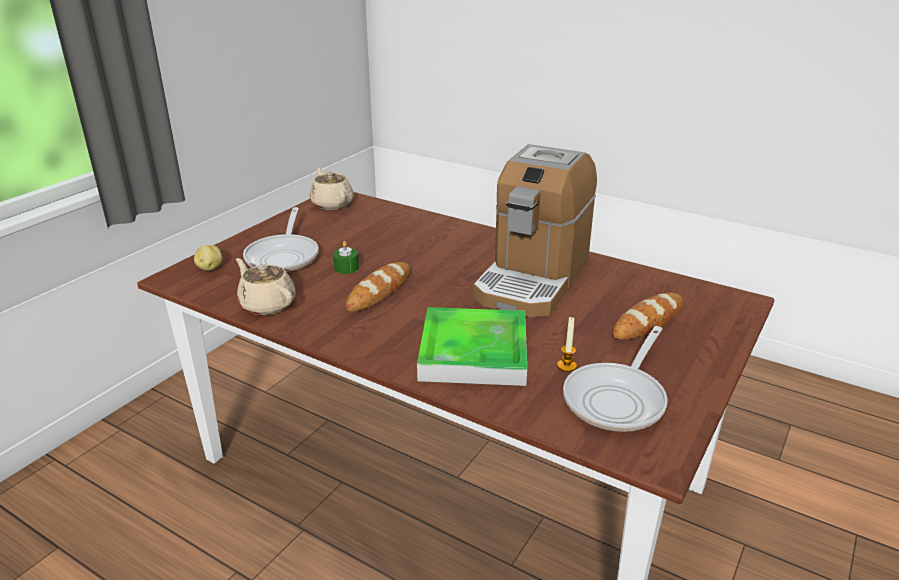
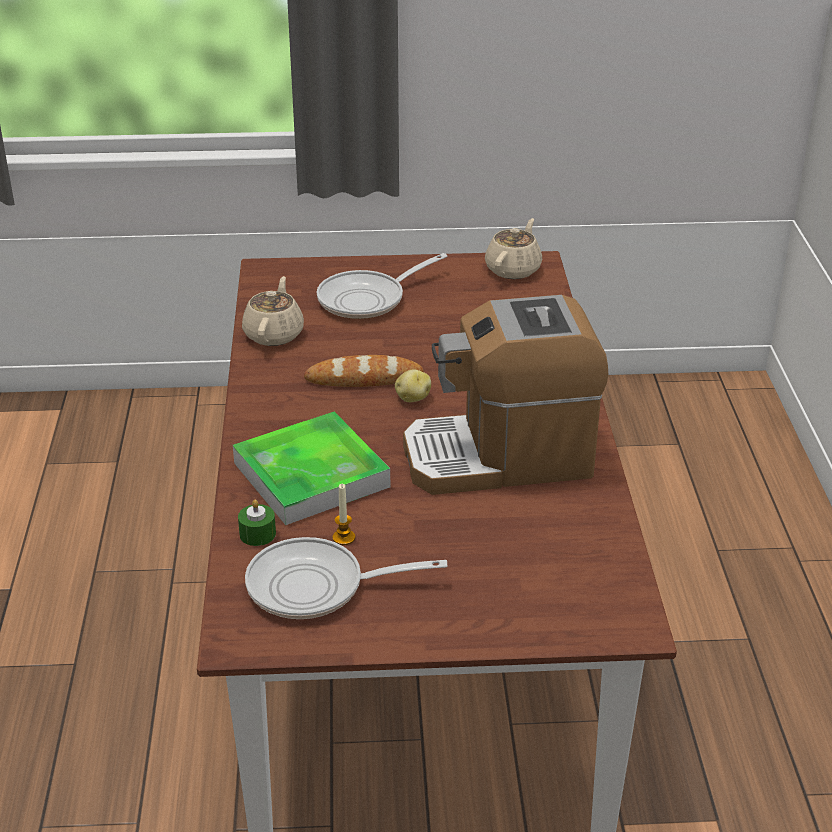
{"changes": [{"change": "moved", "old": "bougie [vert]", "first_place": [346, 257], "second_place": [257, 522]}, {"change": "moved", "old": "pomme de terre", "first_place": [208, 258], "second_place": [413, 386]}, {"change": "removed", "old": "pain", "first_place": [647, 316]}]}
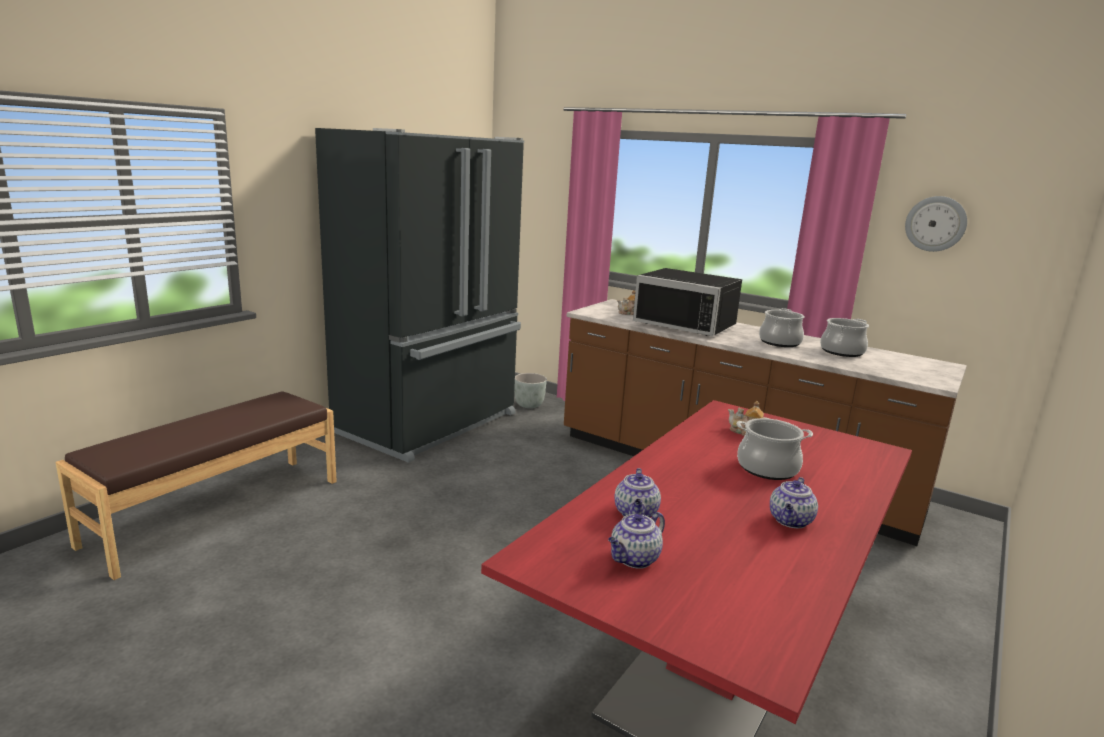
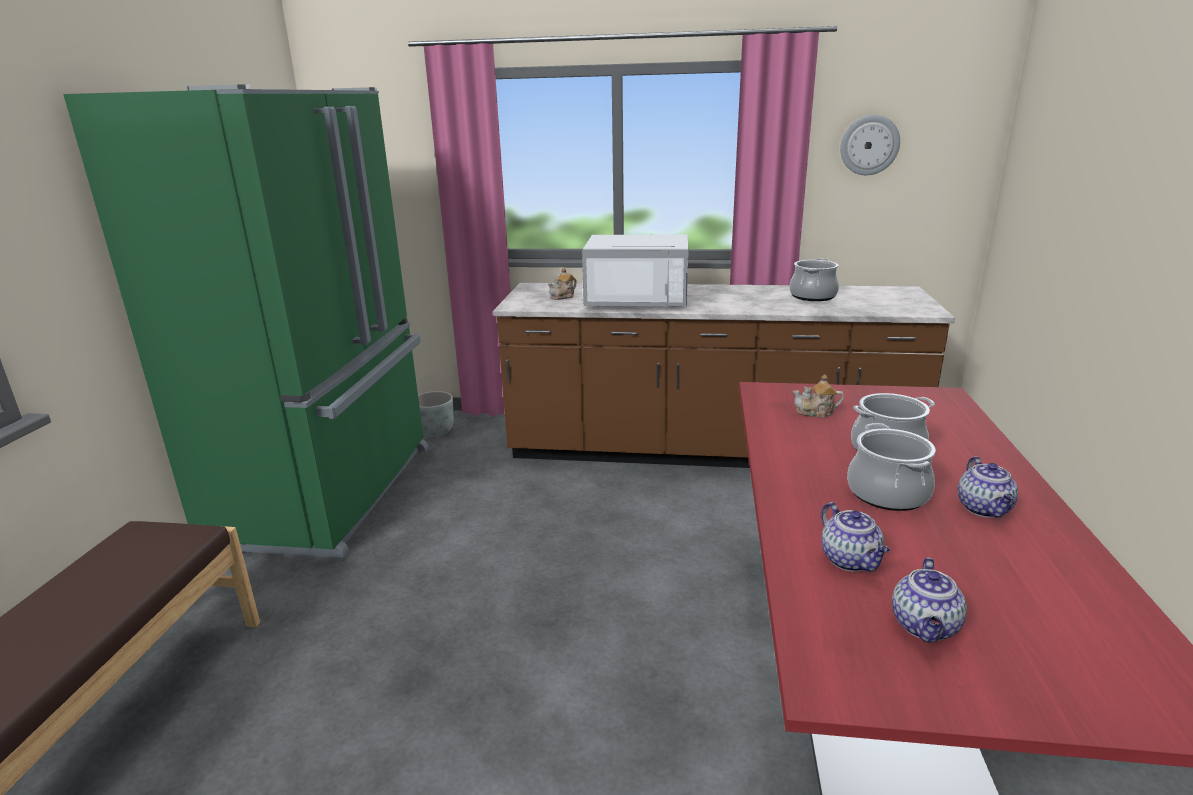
{"changes": [{"change": "recoloured", "old": "réfrigérateur [noir]", "new": "réfrigérateur [vert]", "first_place": [419, 295], "second_place": [245, 321]}, {"change": "recoloured", "old": "micro-ondes [noir]", "new": "micro-ondes [blanc]", "first_place": [687, 302], "second_place": [635, 271]}, {"change": "moved", "old": "marmite", "first_place": [782, 327], "second_place": [891, 467]}]}
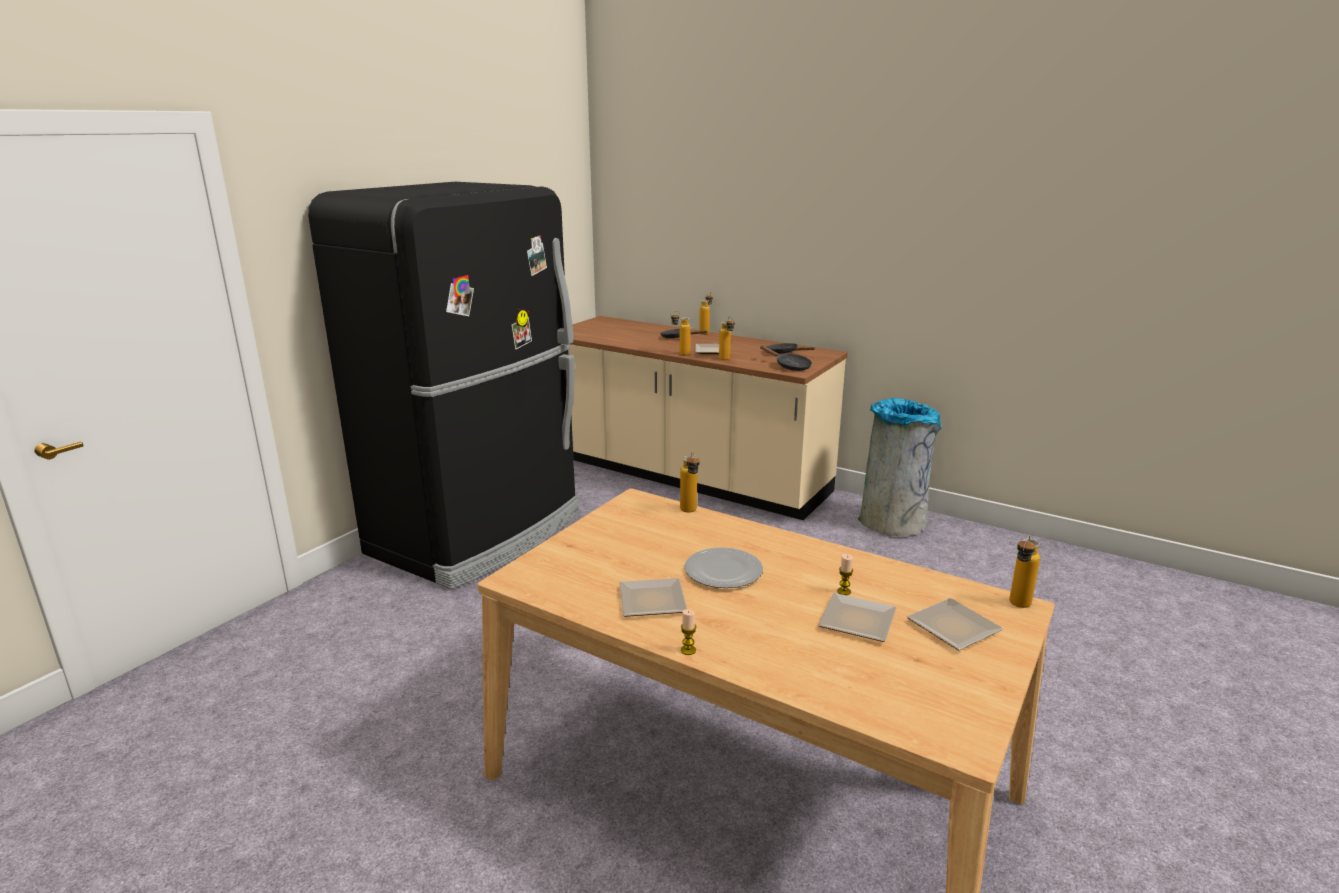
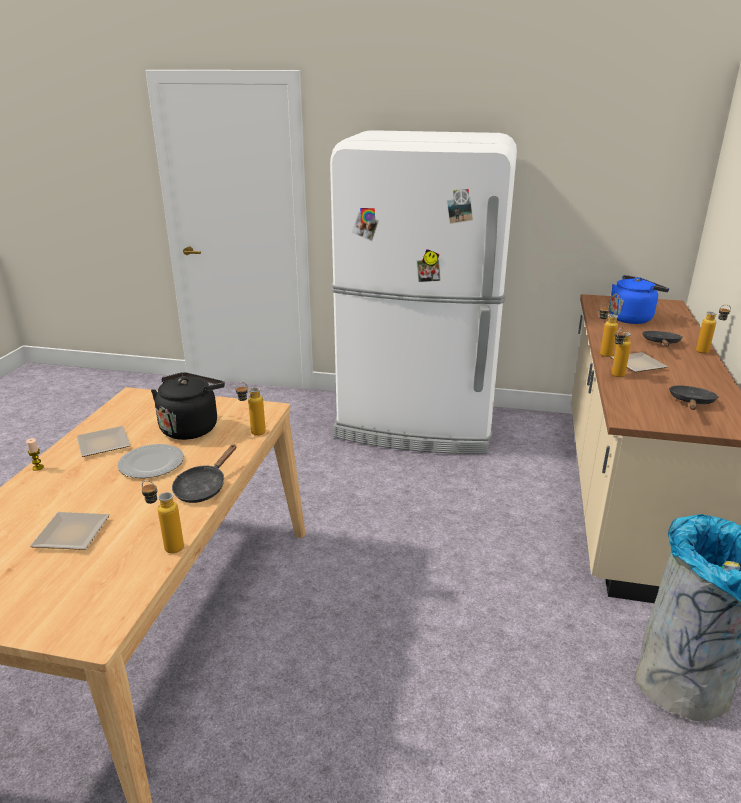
{"changes": [{"change": "recoloured", "old": "réfrigérateur [noir]", "new": "réfrigérateur [blanc]", "first_place": [443, 385], "second_place": [423, 292]}, {"change": "moved", "old": "poêle [noir]", "first_place": [786, 358], "second_place": [204, 473]}, {"change": "moved", "old": "bouteille", "first_place": [1024, 571], "second_place": [163, 517]}, {"change": "removed", "old": "bougie", "first_place": [845, 574]}, {"change": "removed", "old": "assiette", "first_place": [955, 624]}, {"change": "added", "new": "bouilloire [bleu]", "second_place": [639, 299]}, {"change": "added", "new": "bouilloire [noir]", "second_place": [188, 406]}]}
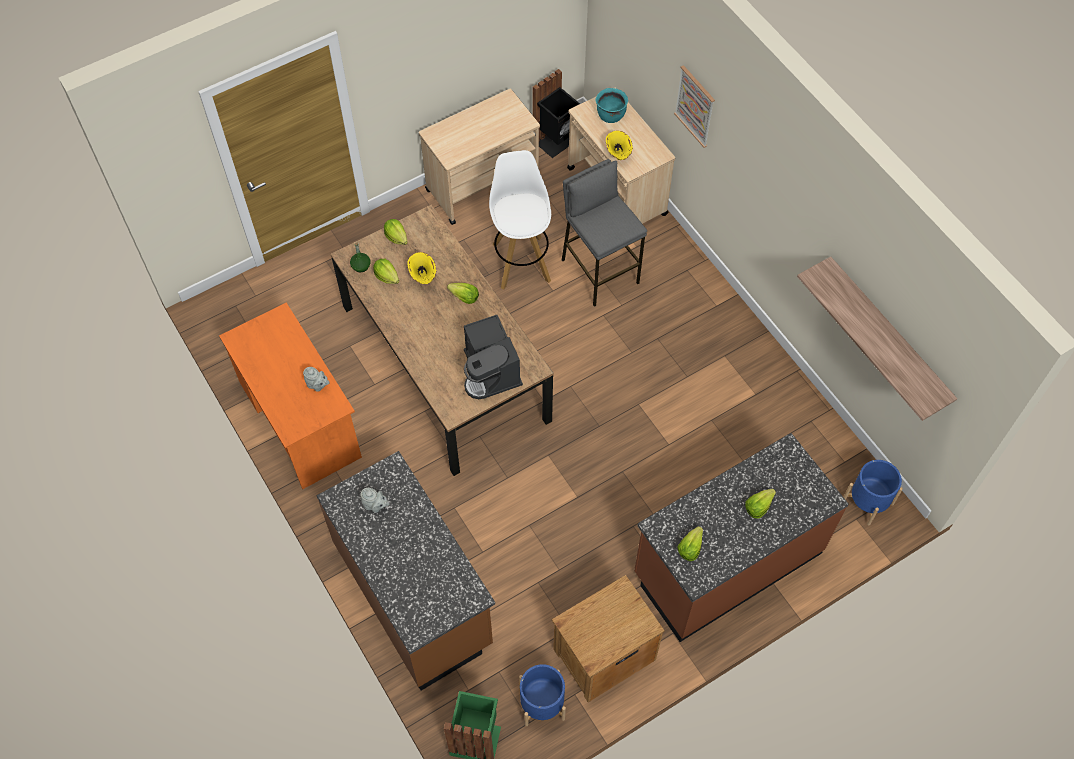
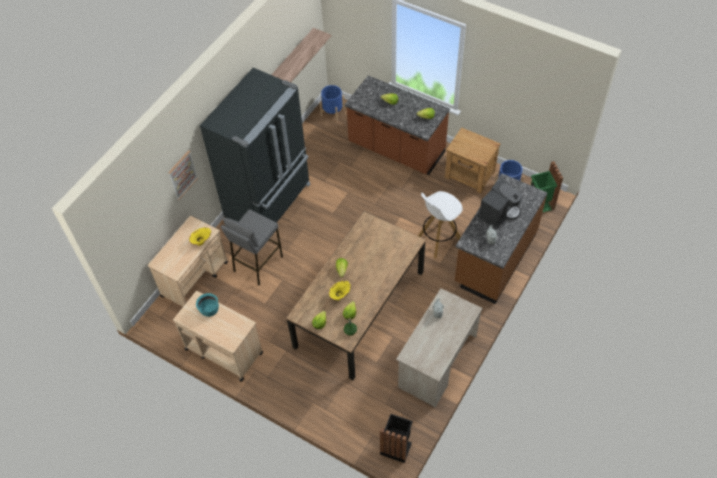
{"changes": [{"change": "moved", "old": "poubelle [noir]", "first_place": [556, 113], "second_place": [396, 438]}, {"change": "moved", "old": "marmite [turquoise]", "first_place": [611, 105], "second_place": [207, 305]}, {"change": "moved", "old": "tabouret [blanc]", "first_place": [520, 220], "second_place": [440, 224]}, {"change": "recoloured", "old": "bureau [orange]", "new": "bureau [beige]", "first_place": [290, 396], "second_place": [439, 347]}, {"change": "moved", "old": "machine à café", "first_place": [493, 357], "second_place": [500, 203]}, {"change": "added", "new": "réfrigérateur [noir]", "second_place": [255, 145]}]}
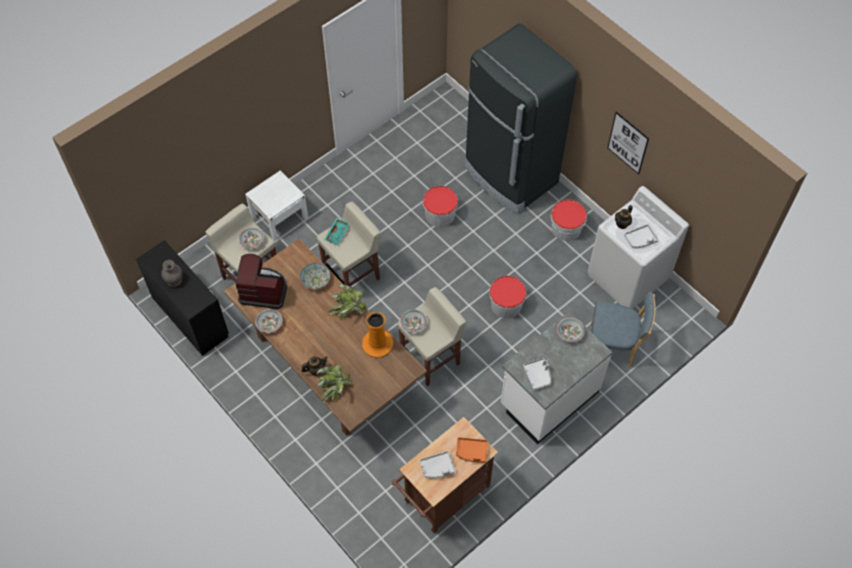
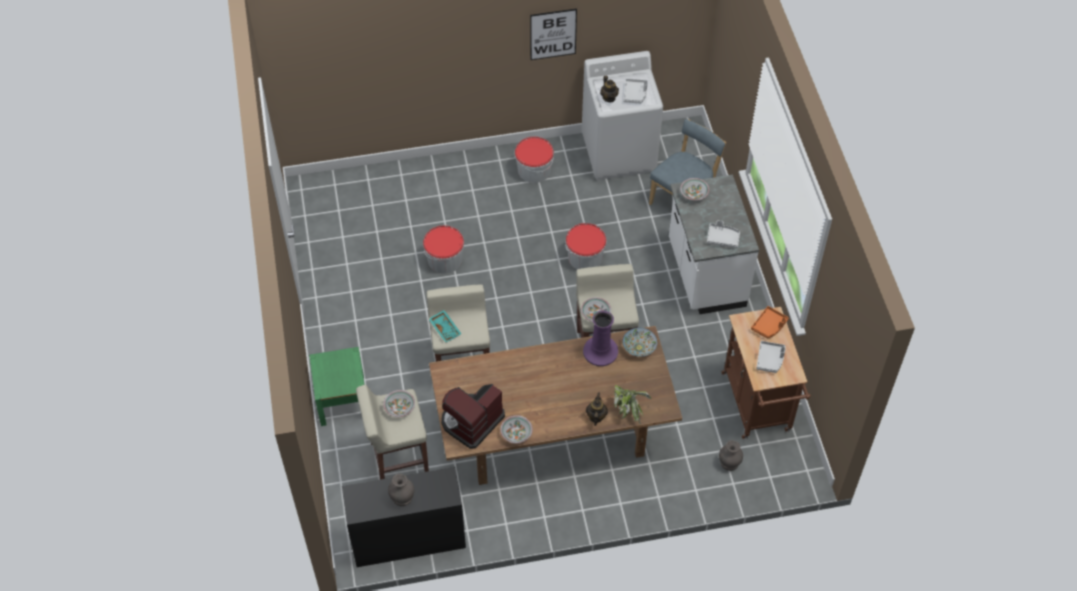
{"changes": [{"change": "removed", "old": "réfrigérateur [noir]", "first_place": [521, 119]}, {"change": "recoloured", "old": "table de chevet [blanc]", "new": "table de chevet [vert]", "first_place": [276, 206], "second_place": [337, 386]}, {"change": "moved", "old": "bol", "first_place": [315, 276], "second_place": [640, 342]}, {"change": "removed", "old": "plante en pot", "first_place": [347, 301]}, {"change": "recoloured", "old": "vase [orange]", "new": "vase [violet]", "first_place": [377, 335], "second_place": [600, 338]}, {"change": "added", "new": "vase [gris]", "second_place": [731, 455]}]}
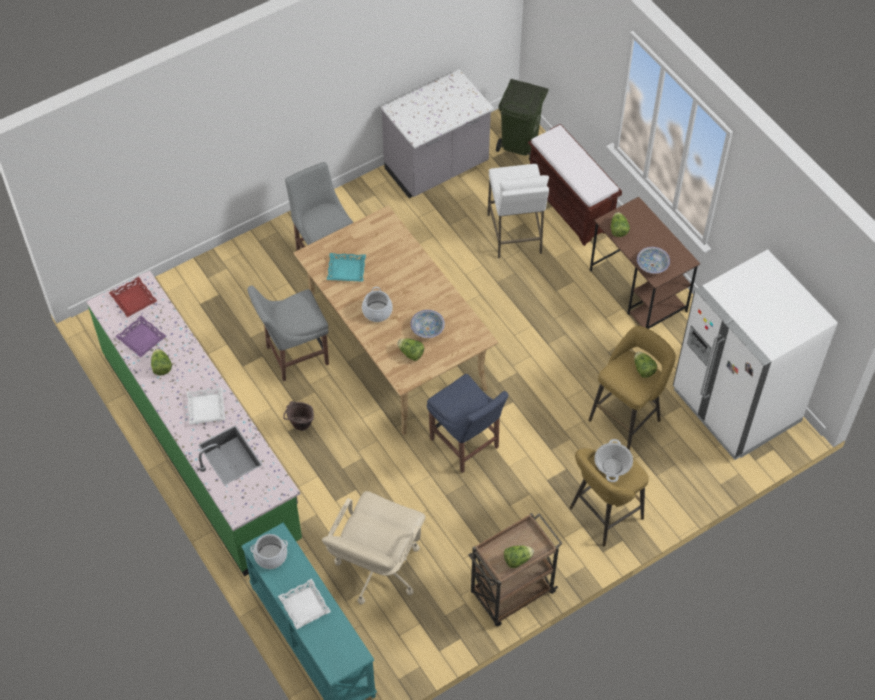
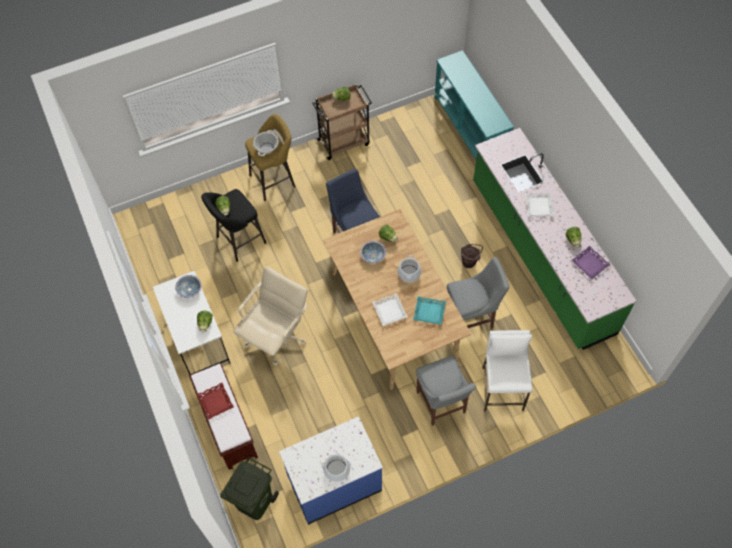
{"changes": [{"change": "recoloured", "old": "comptoir de cuisine [gris]", "new": "comptoir de cuisine [bleu]", "first_place": [437, 133], "second_place": [331, 470]}, {"change": "moved", "old": "tabouret [blanc]", "first_place": [518, 211], "second_place": [507, 371]}, {"change": "recoloured", "old": "bureau [marron]", "new": "bureau [blanc]", "first_place": [645, 263], "second_place": [191, 323]}, {"change": "removed", "old": "réfrigérateur [blanc]", "first_place": [755, 354]}, {"change": "moved", "old": "plateau [rouge]", "first_place": [133, 297], "second_place": [215, 401]}, {"change": "recoloured", "old": "tabouret [jaune]", "new": "tabouret [noir]", "first_place": [632, 388], "second_place": [233, 225]}, {"change": "moved", "old": "chaise de bureau [beige]", "first_place": [374, 548], "second_place": [270, 315]}, {"change": "moved", "old": "marmite", "first_place": [269, 551], "second_place": [336, 468]}, {"change": "moved", "old": "plateau [blanc]", "first_place": [304, 604], "second_place": [390, 309]}]}
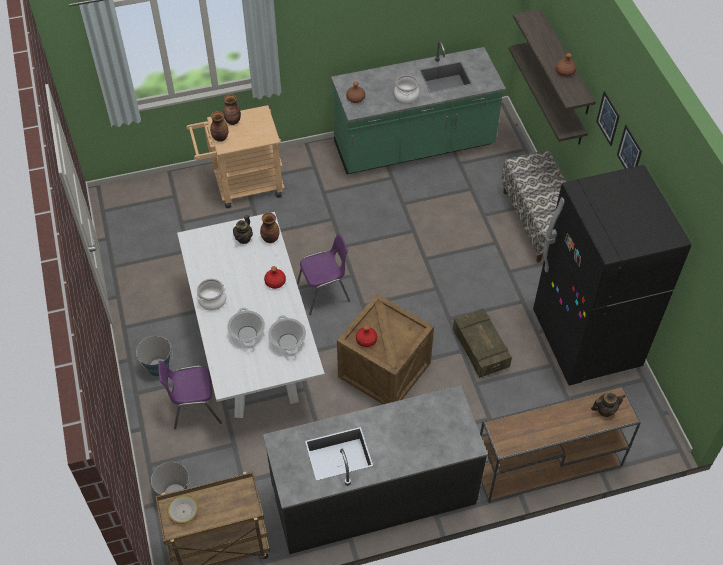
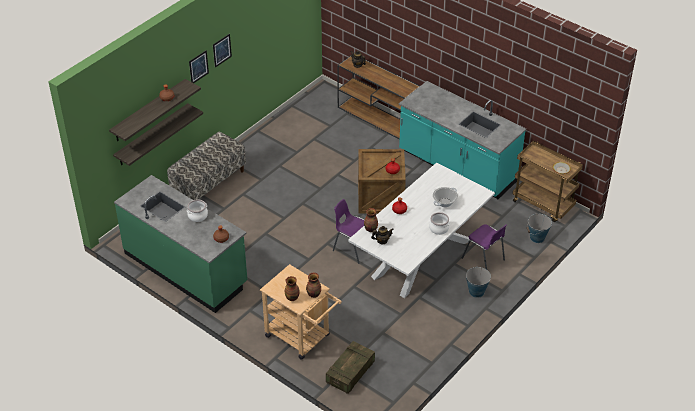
{"changes": [{"change": "removed", "old": "réfrigérateur [noir]", "first_place": [612, 275]}, {"change": "moved", "old": "caisse", "first_place": [482, 343], "second_place": [350, 367]}, {"change": "removed", "old": "marmite", "first_place": [287, 335]}, {"change": "recoloured", "old": "comptoir de cuisine [noir]", "new": "comptoir de cuisine [turquoise]", "first_place": [375, 469], "second_place": [462, 140]}]}
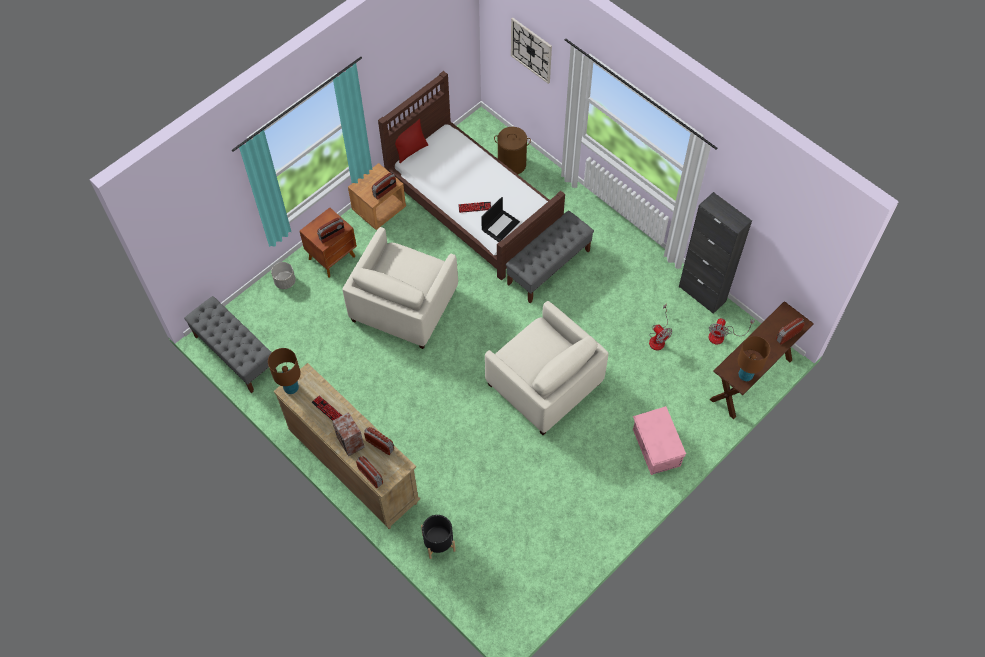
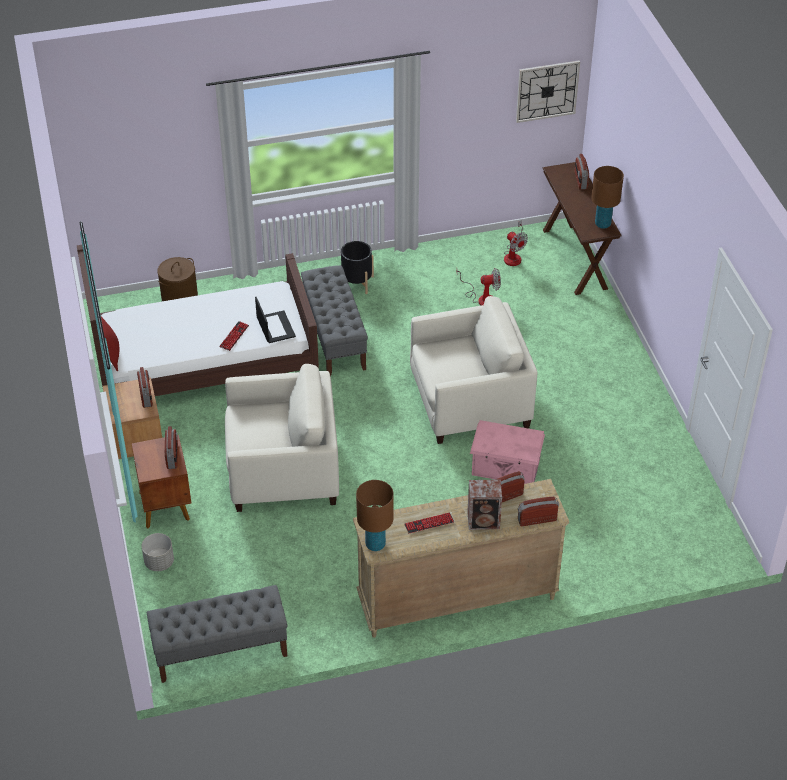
{"changes": [{"change": "moved", "old": "horloge murale", "first_place": [531, 51], "second_place": [548, 92]}, {"change": "removed", "old": "meuble de rangement [noir]", "first_place": [715, 253]}, {"change": "turned", "old": "fauteuil [beige]", "first_place": [400, 288], "second_place": [282, 438], "degrees": -60}, {"change": "moved", "old": "boîte de rangement [rose]", "first_place": [659, 440], "second_place": [507, 452]}, {"change": "moved", "old": "cache-pot [noir]", "first_place": [438, 537], "second_place": [357, 267]}]}
